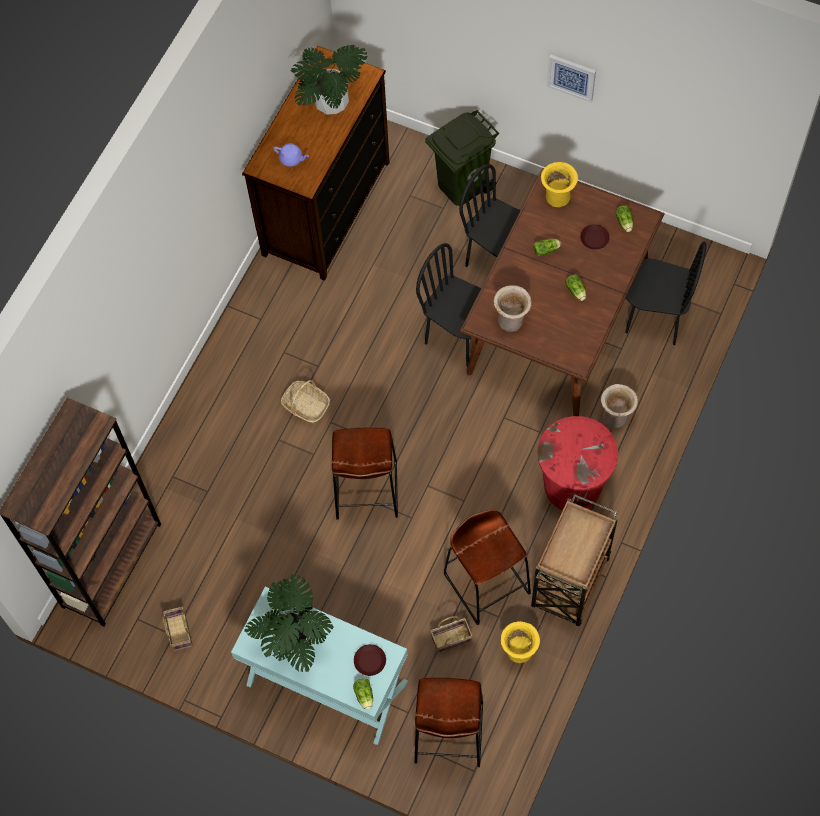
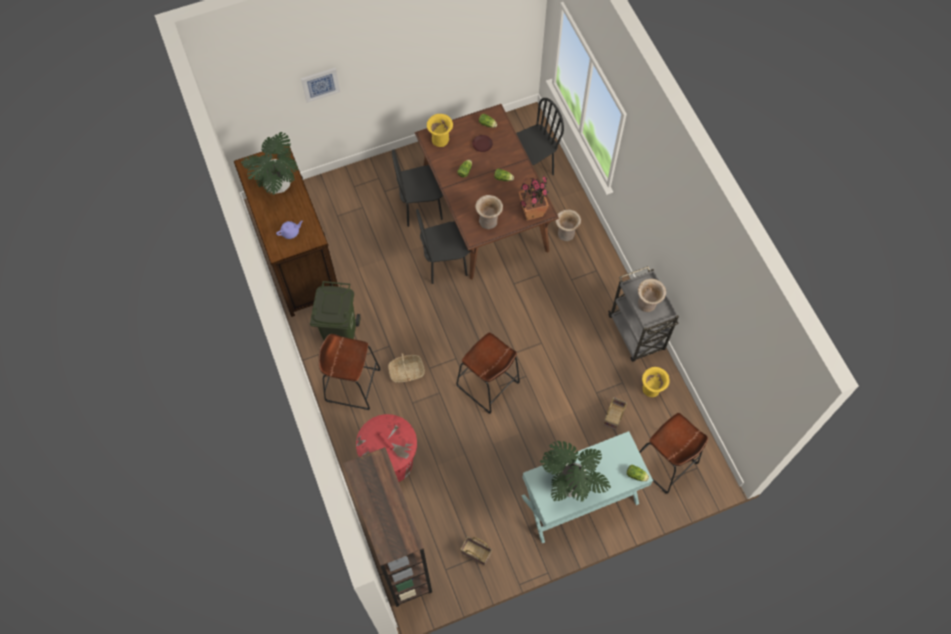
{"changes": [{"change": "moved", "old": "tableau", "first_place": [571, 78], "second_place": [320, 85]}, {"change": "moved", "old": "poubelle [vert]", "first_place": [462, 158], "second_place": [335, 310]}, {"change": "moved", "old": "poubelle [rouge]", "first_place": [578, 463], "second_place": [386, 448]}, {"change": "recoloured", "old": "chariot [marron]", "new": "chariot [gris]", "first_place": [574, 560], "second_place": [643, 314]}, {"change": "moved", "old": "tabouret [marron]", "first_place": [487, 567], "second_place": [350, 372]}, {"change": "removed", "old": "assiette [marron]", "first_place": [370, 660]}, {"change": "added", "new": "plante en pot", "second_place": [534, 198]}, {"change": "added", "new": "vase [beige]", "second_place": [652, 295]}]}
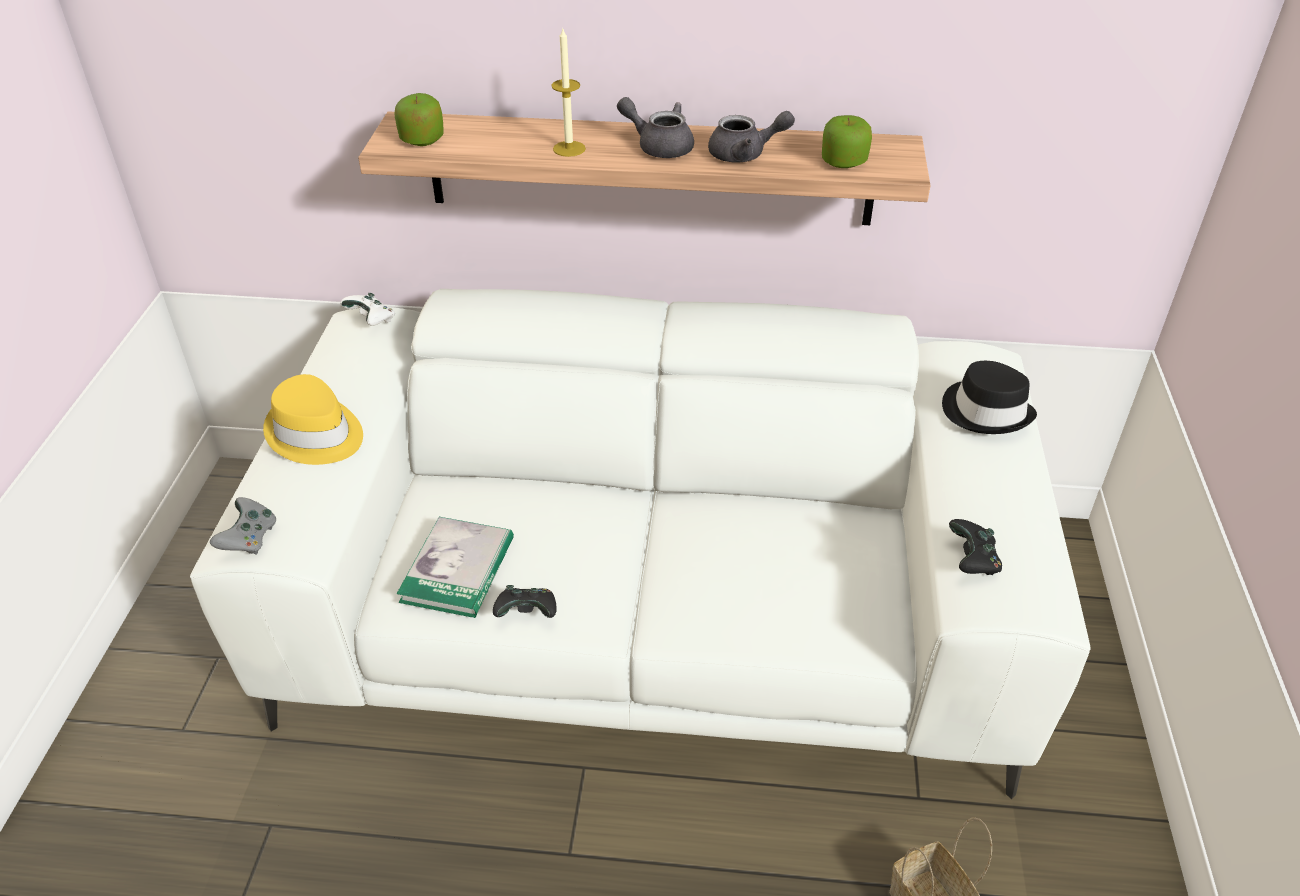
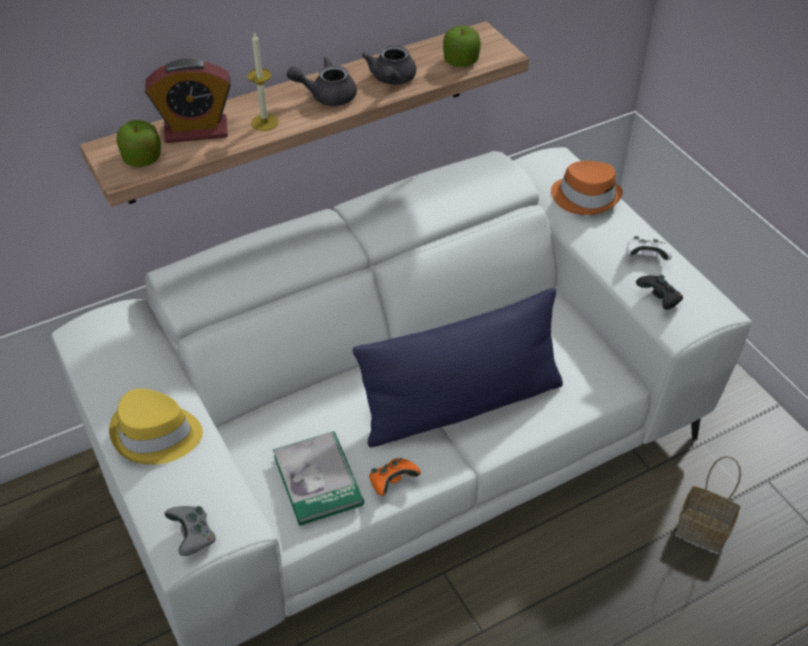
{"changes": [{"change": "turned", "old": "théière [gris]", "first_place": [751, 137], "second_place": [389, 65], "degrees": 135}, {"change": "moved", "old": "manette [blanc]", "first_place": [367, 309], "second_place": [649, 248]}, {"change": "recoloured", "old": "chapeau [noir]", "new": "chapeau [orange]", "first_place": [989, 397], "second_place": [587, 188]}, {"change": "recoloured", "old": "manette [noir]", "new": "manette [orange]", "first_place": [525, 601], "second_place": [395, 477]}, {"change": "added", "new": "réveil", "second_place": [188, 101]}, {"change": "added", "new": "coussin [bleu]", "second_place": [458, 367]}]}
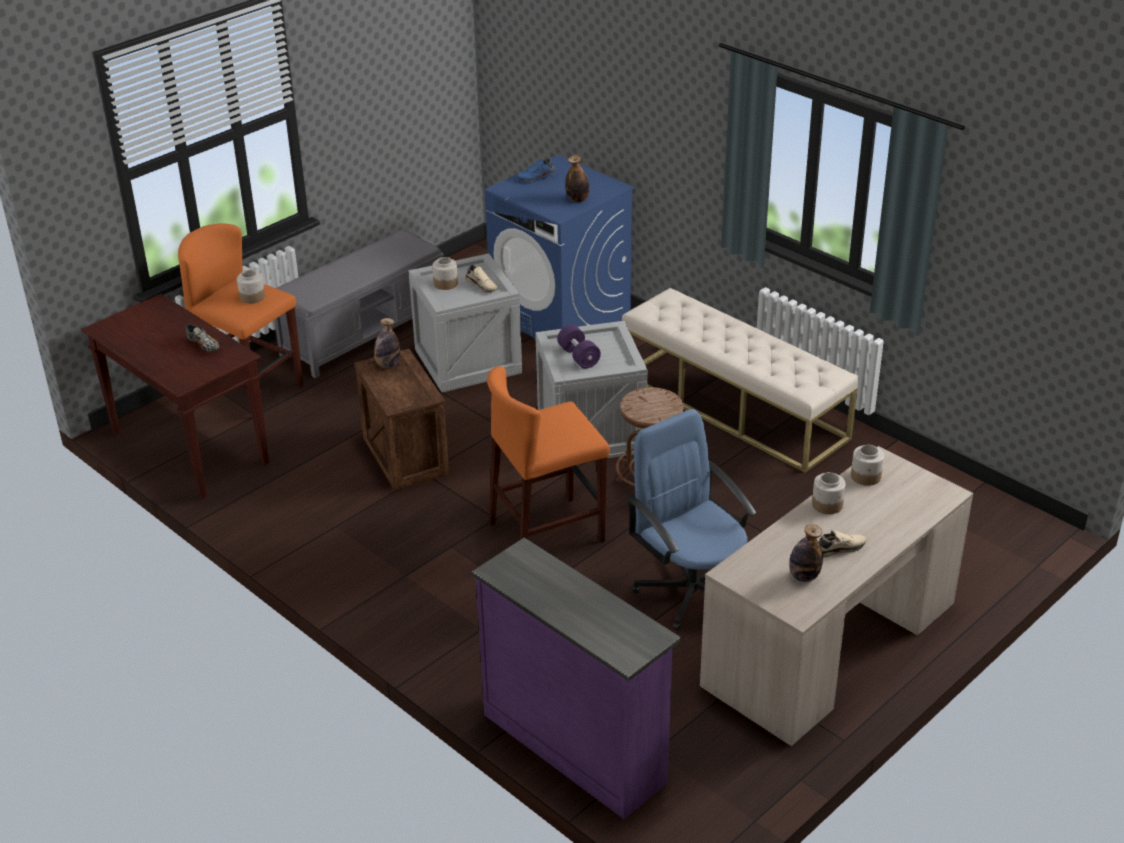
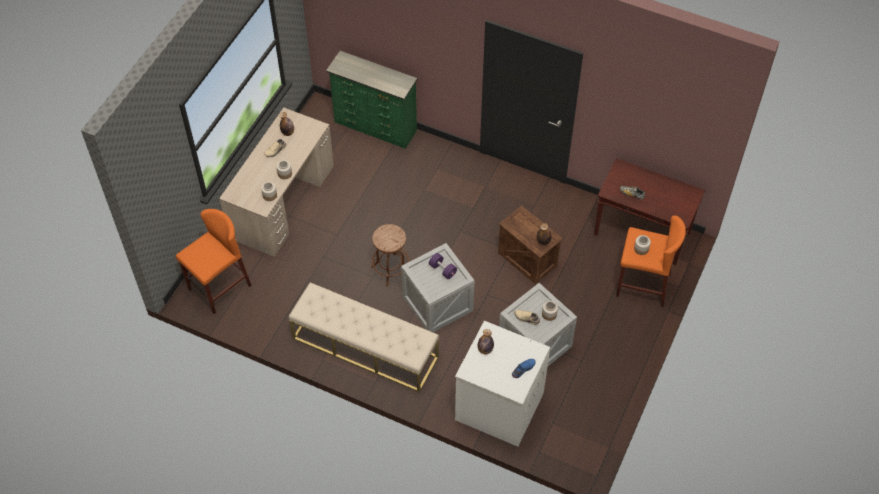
{"changes": [{"change": "recoloured", "old": "lave-linge [bleu]", "new": "lave-linge [blanc]", "first_place": [559, 247], "second_place": [502, 384]}, {"change": "removed", "old": "banc [gris]", "first_place": [359, 303]}, {"change": "moved", "old": "tabouret [orange]", "first_place": [548, 454], "second_place": [214, 261]}, {"change": "removed", "old": "chaise de bureau [bleu]", "first_place": [691, 520]}, {"change": "recoloured", "old": "commode [violet]", "new": "commode [vert]", "first_place": [576, 678], "second_place": [371, 100]}]}
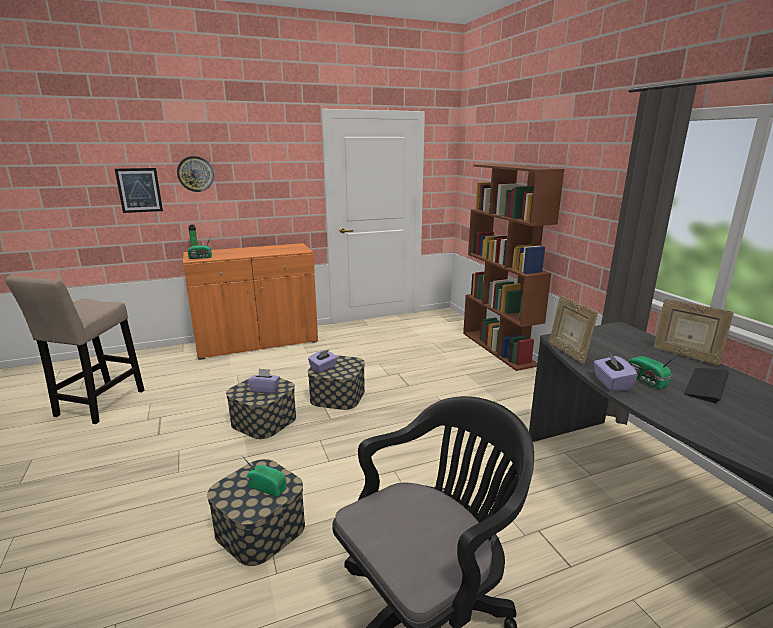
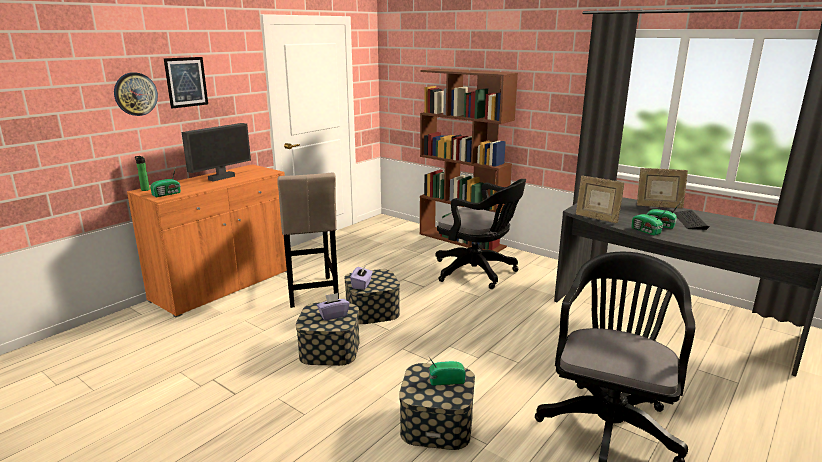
{"changes": [{"change": "moved", "old": "tableau", "first_place": [139, 190], "second_place": [186, 83]}, {"change": "moved", "old": "tabouret [beige]", "first_place": [75, 350], "second_place": [308, 240]}, {"change": "replaced", "old": "boîte à mouchoirs [violet]", "new": "radio", "first_place": [616, 371], "second_place": [649, 222]}, {"change": "added", "new": "écran d'ordinateur", "second_place": [216, 152]}, {"change": "added", "new": "chaise de bureau [noir]", "second_place": [481, 234]}]}
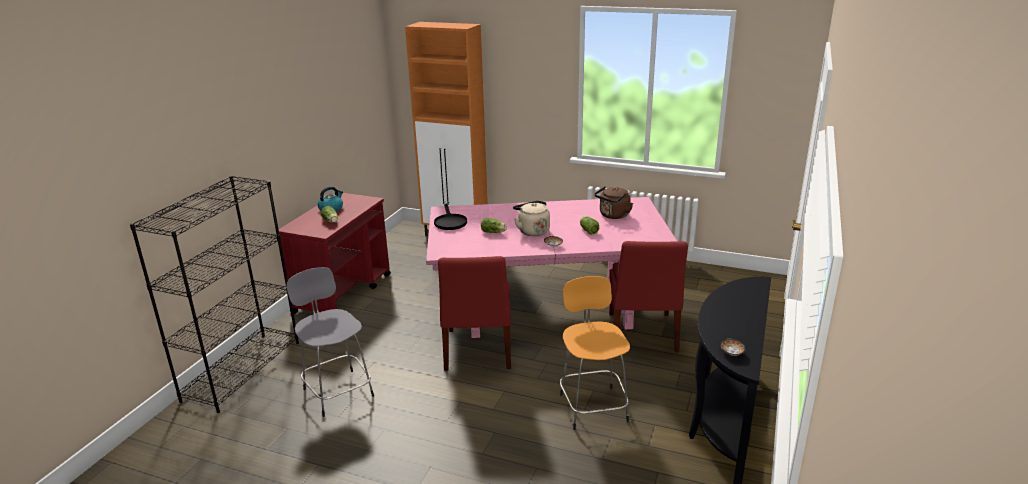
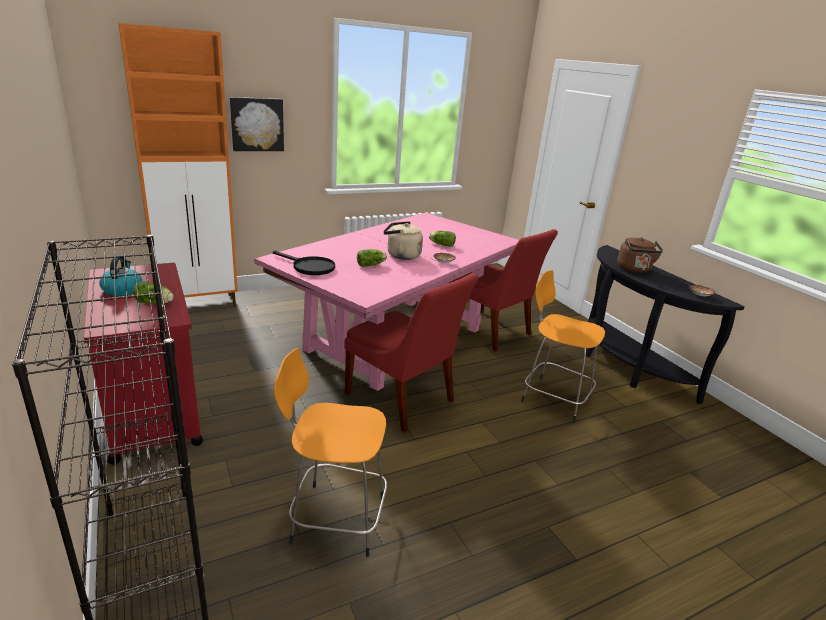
{"changes": [{"change": "moved", "old": "bouilloire [marron]", "first_place": [613, 202], "second_place": [640, 255]}, {"change": "recoloured", "old": "tabouret [gris]", "new": "tabouret [orange]", "first_place": [330, 342], "second_place": [330, 452]}, {"change": "added", "new": "tableau", "second_place": [257, 124]}]}
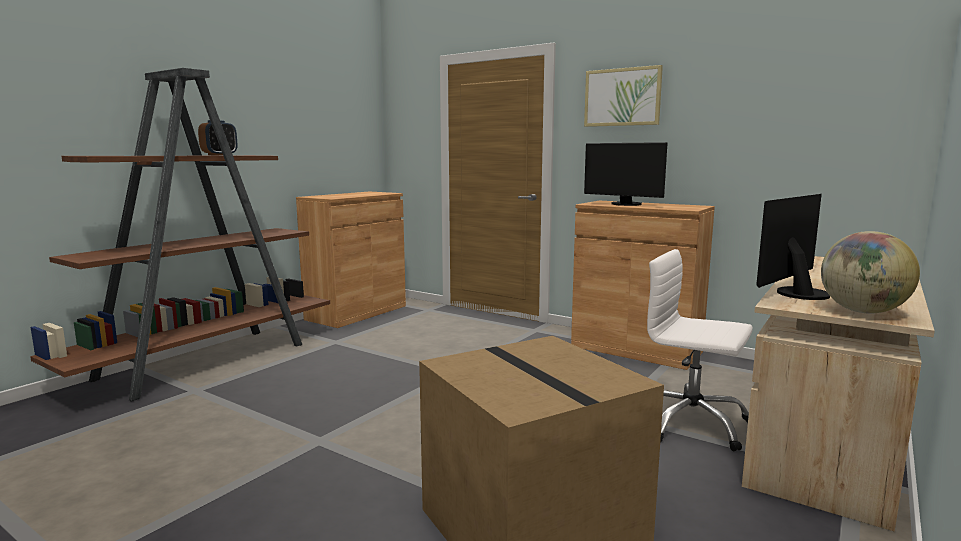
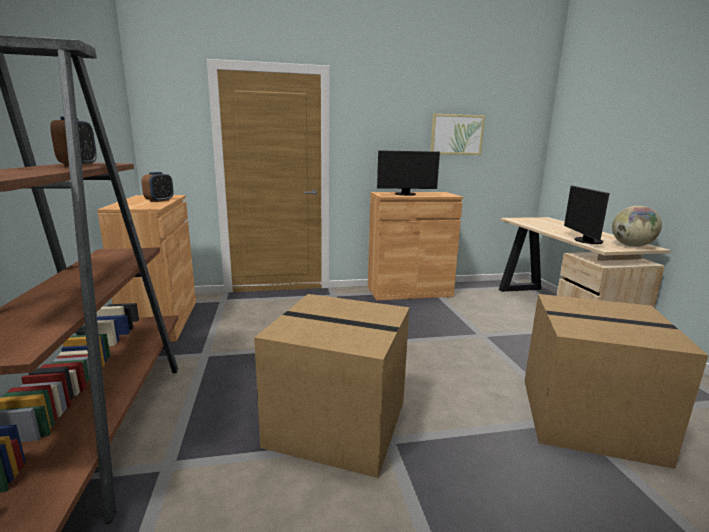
{"changes": [{"change": "moved", "old": "tableau", "first_place": [623, 96], "second_place": [457, 134]}, {"change": "removed", "old": "chaise de bureau [blanc]", "first_place": [700, 350]}, {"change": "added", "new": "réveil", "second_place": [158, 187]}, {"change": "added", "new": "carton", "second_place": [331, 386]}]}
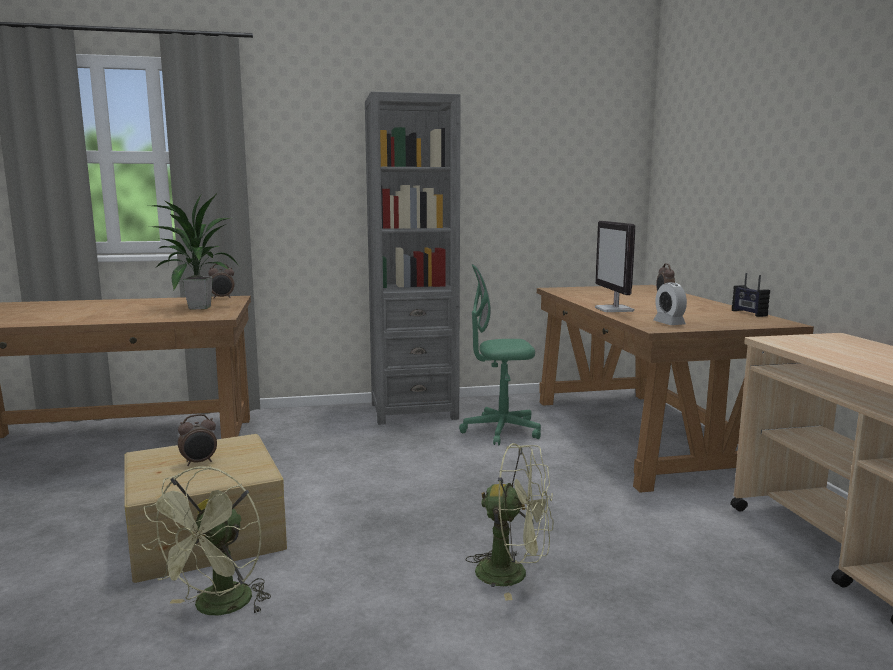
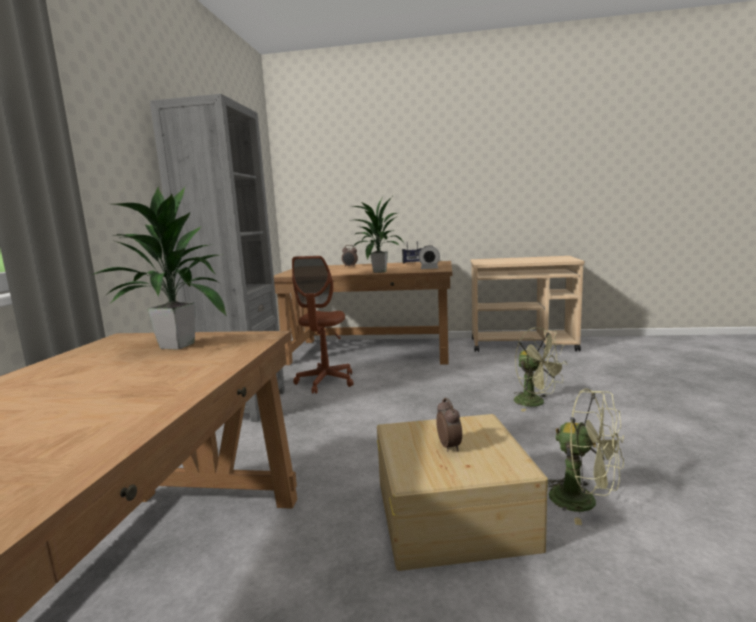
{"changes": [{"change": "replaced", "old": "écran d'ordinateur", "new": "plante en pot", "first_place": [615, 266], "second_place": [377, 234]}, {"change": "removed", "old": "réveil", "first_place": [221, 281]}, {"change": "recoloured", "old": "chaise de bureau [vert]", "new": "chaise de bureau [marron]", "first_place": [500, 354], "second_place": [323, 325]}, {"change": "turned", "old": "ventilateur [vert]", "first_place": [509, 522], "second_place": [540, 369], "degrees": 105}]}
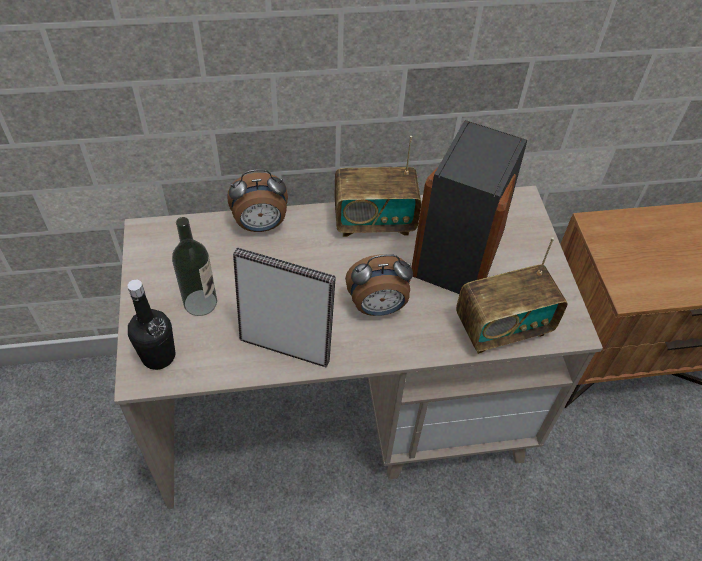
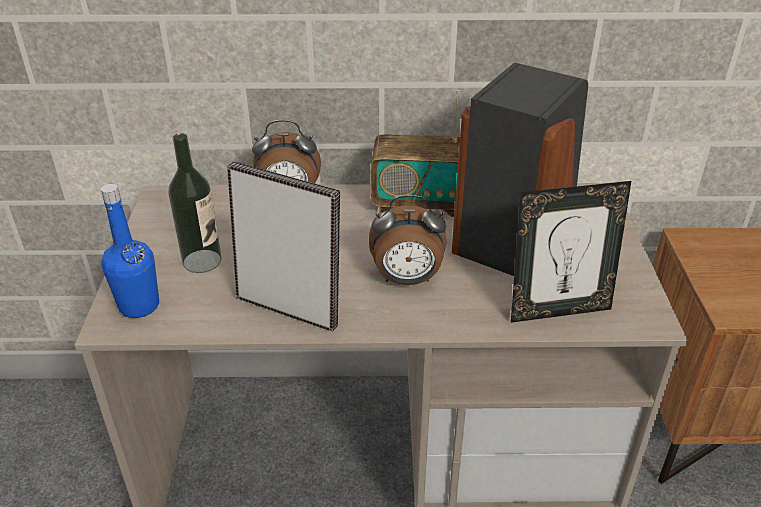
{"changes": [{"change": "replaced", "old": "radio", "new": "cadre photo", "first_place": [511, 295], "second_place": [571, 252]}, {"change": "recoloured", "old": "bouteille [noir]", "new": "bouteille [bleu]", "first_place": [151, 324], "second_place": [130, 251]}]}
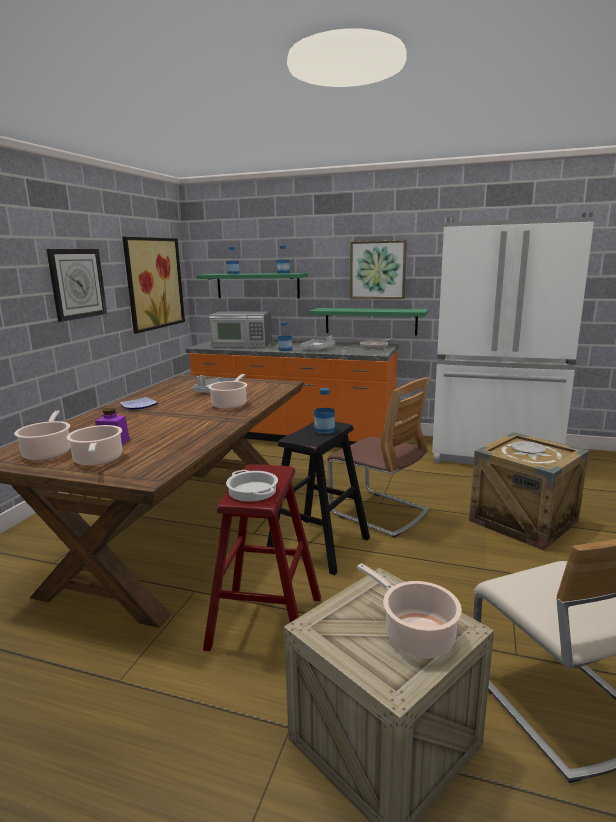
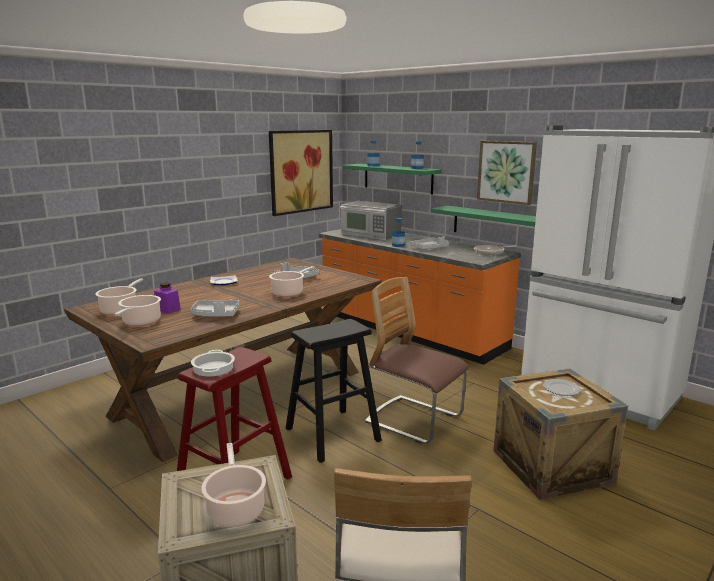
{"changes": [{"change": "removed", "old": "horloge murale", "first_place": [76, 285]}, {"change": "turned", "old": "chaise", "first_place": [378, 457], "second_place": [417, 360], "degrees": 150}, {"change": "removed", "old": "bouteille", "first_place": [324, 411]}, {"change": "added", "new": "plateau [gris]", "second_place": [215, 308]}]}
